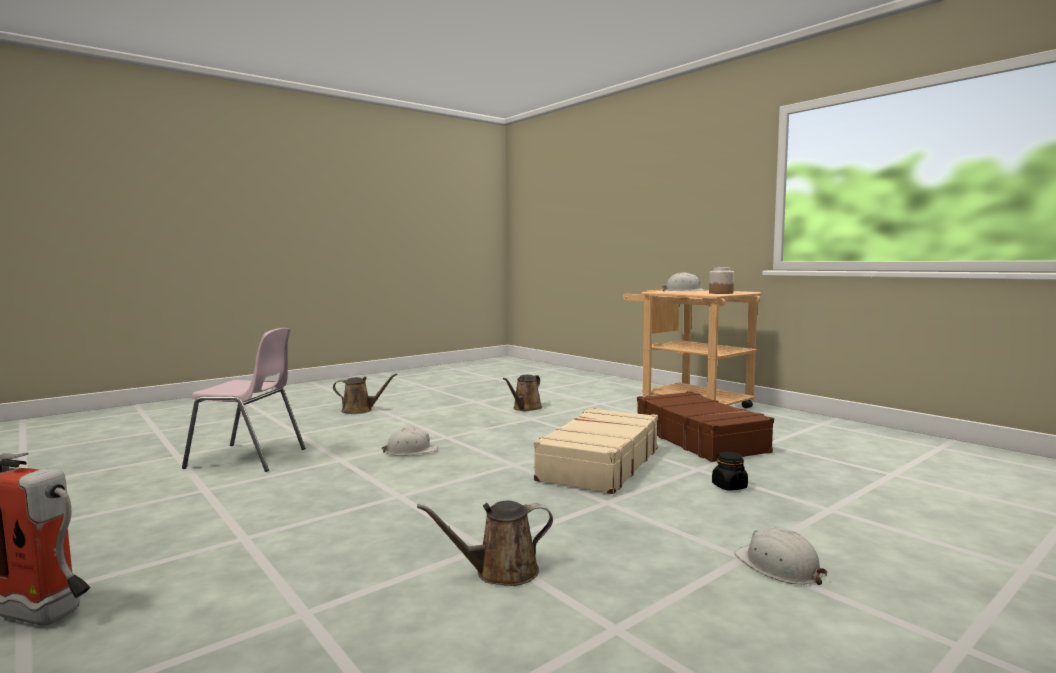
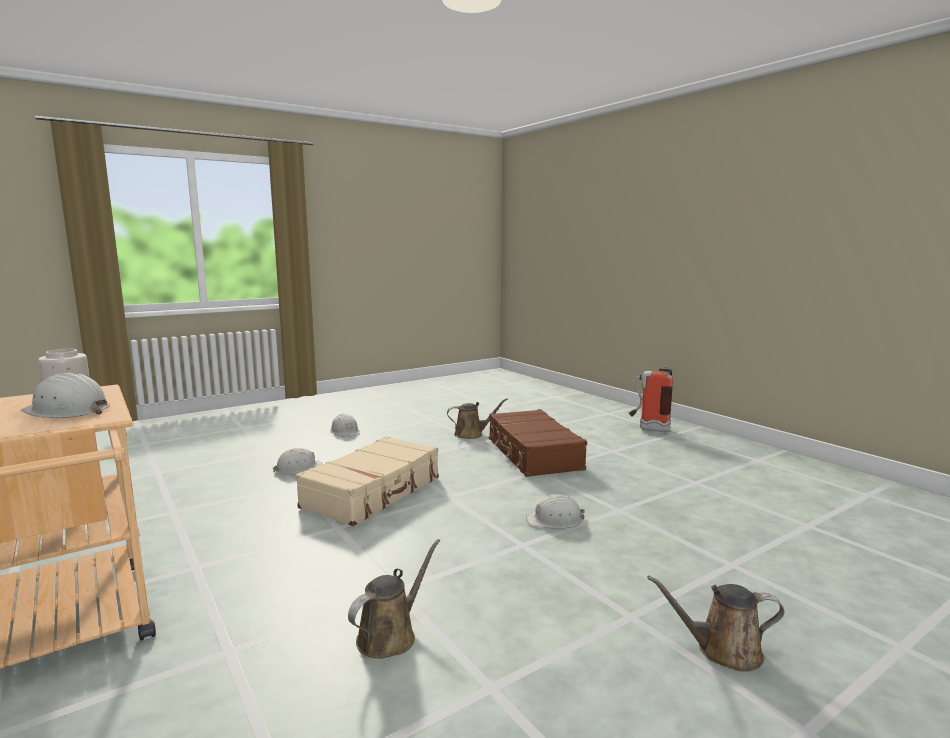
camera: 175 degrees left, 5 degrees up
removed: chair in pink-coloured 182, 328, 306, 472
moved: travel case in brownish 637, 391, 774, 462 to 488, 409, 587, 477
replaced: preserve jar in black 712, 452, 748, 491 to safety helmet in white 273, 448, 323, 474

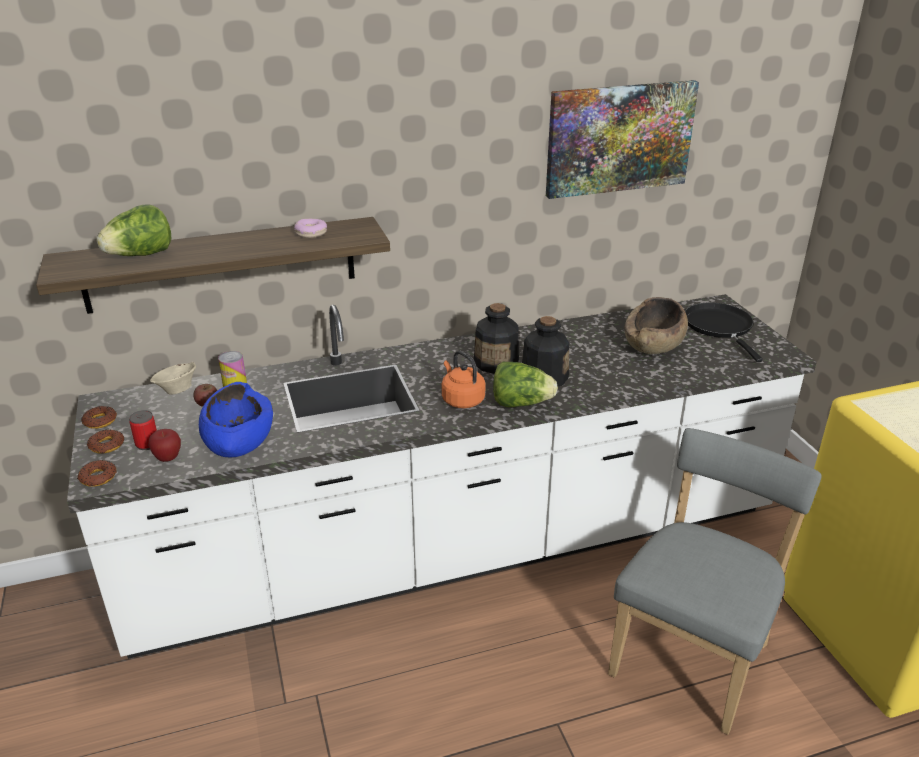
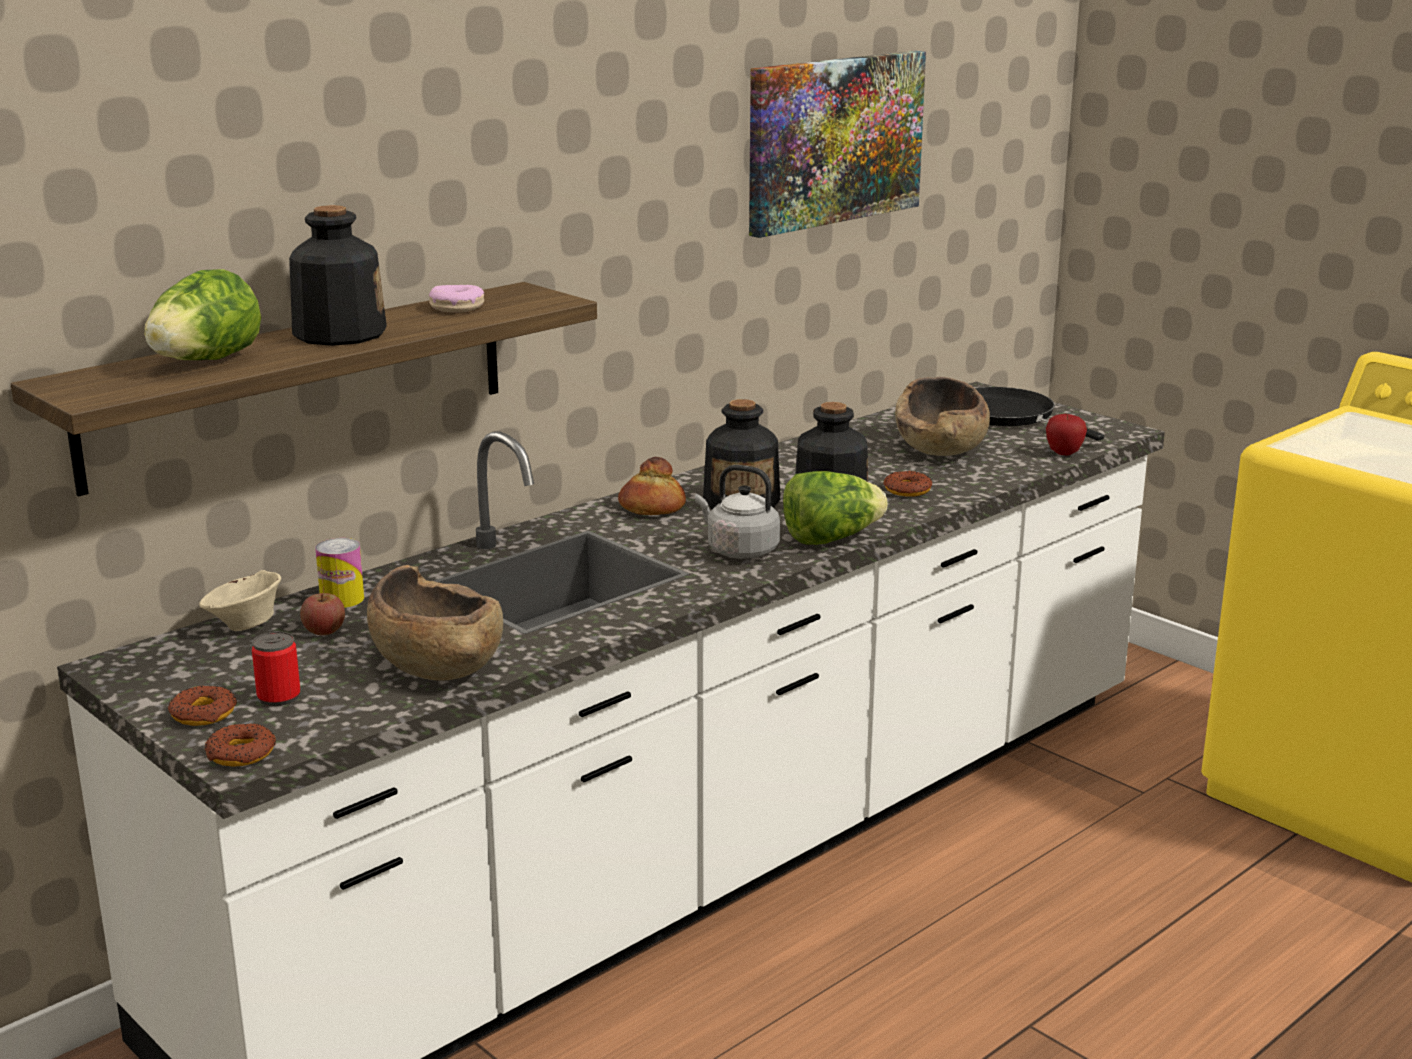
camera: 25 degrees left, 10 degrees down
removed: chair in gray 608, 428, 821, 735
added: bottle 289, 205, 387, 346; baked bread 618, 457, 686, 515
moved: donut 81, 406, 117, 429 to 883, 470, 932, 496; apple 148, 429, 181, 462 to 1046, 414, 1087, 455
recoloured: serving bowl in blue 199, 382, 273, 458 to serving bowl in brownish 367, 565, 503, 681; tea kettle in orange 442, 351, 486, 408 to tea kettle in gray 695, 465, 780, 559

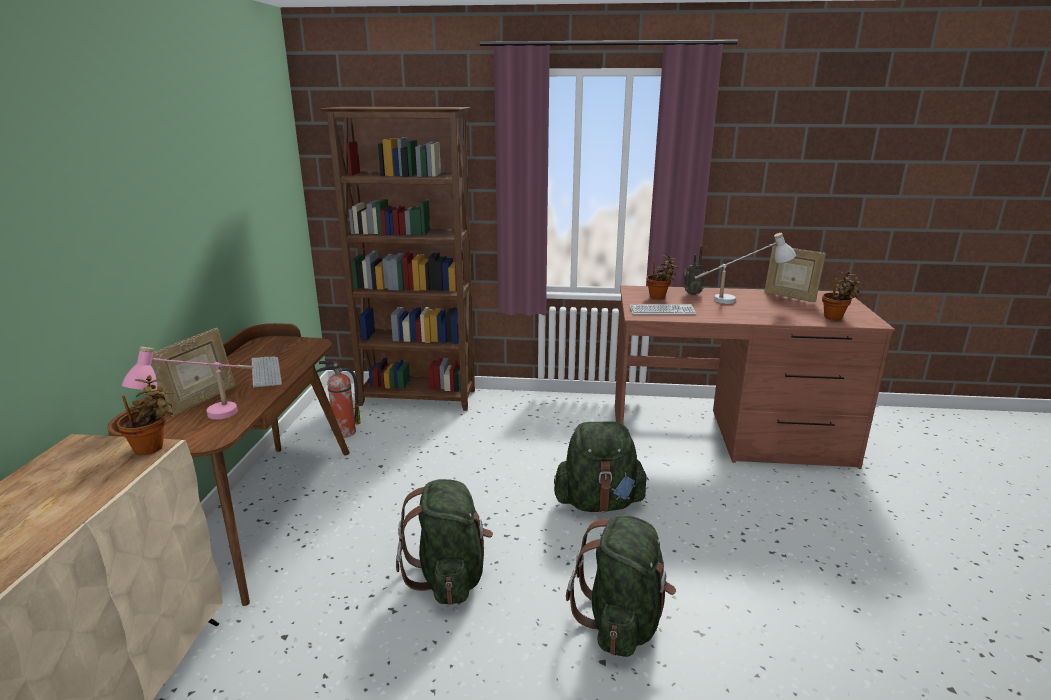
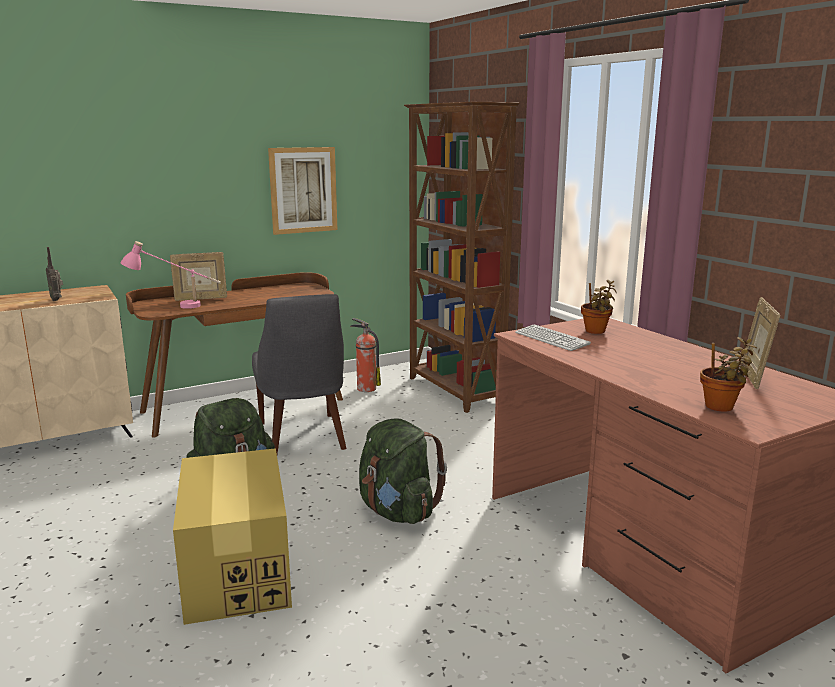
camera: 55 degrees right, 5 degrees down
removed: plant in a pot 117, 375, 174, 455; computer keyboard 252, 356, 282, 387; tabletop lamp in white 695, 233, 796, 304
added: chair in gray 252, 294, 346, 454; picture 268, 147, 338, 235
moved: radio set 683, 245, 705, 295 to 46, 247, 63, 301
replaced: backpack in greenish 566, 515, 676, 657 to cardboard box 173, 448, 292, 625

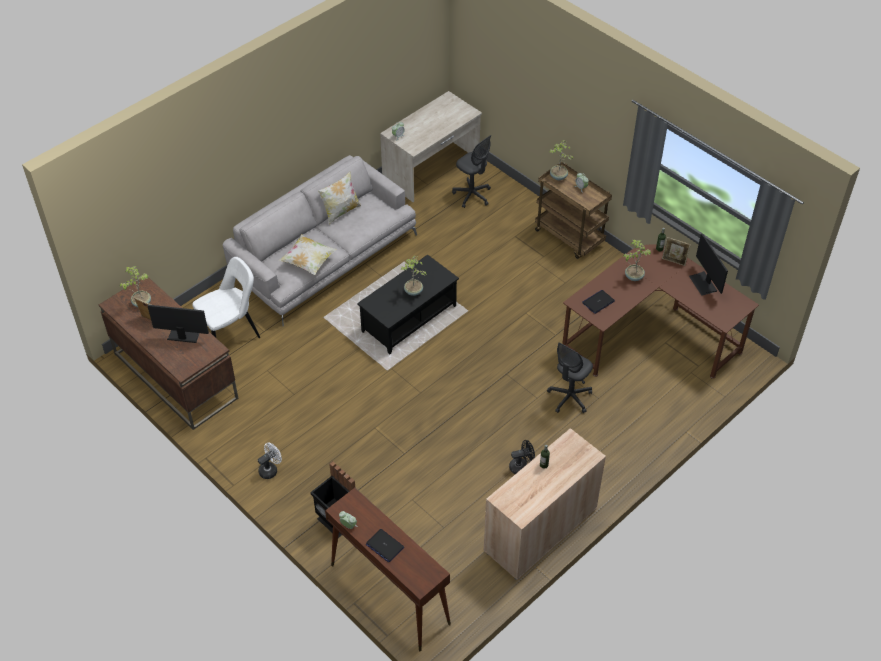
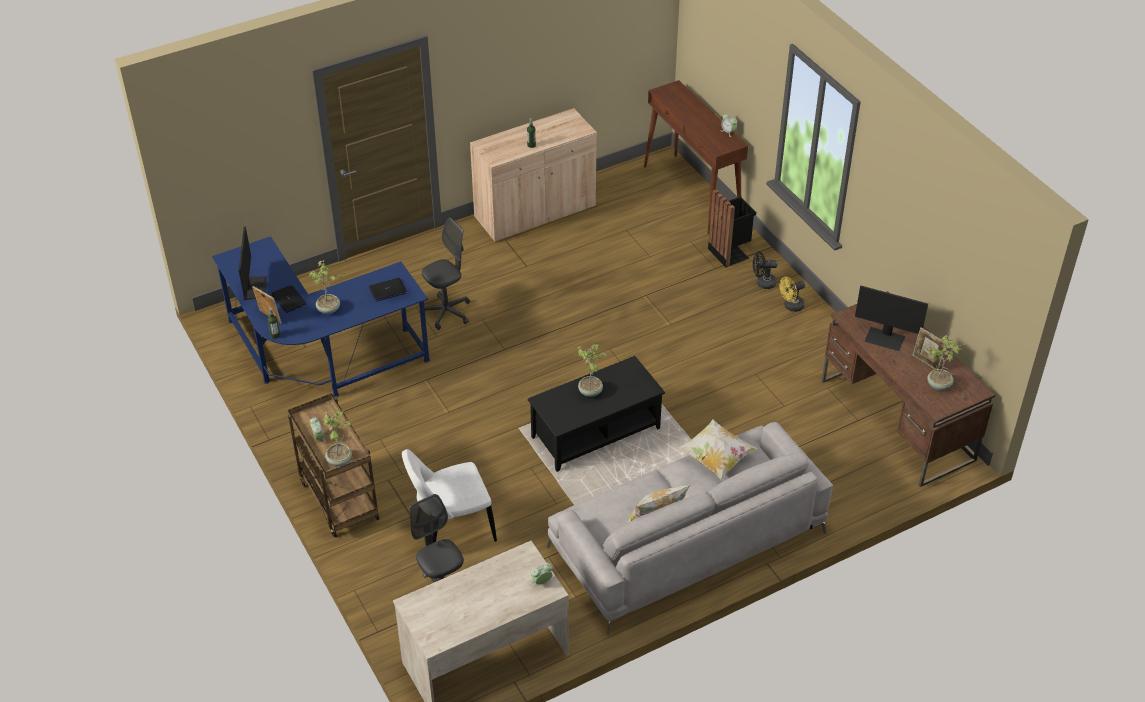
camera: 165 degrees left, 5 degrees down
moved: notebook computer 366, 529, 404, 562 to 271, 285, 307, 313; chair in white 192, 257, 260, 338 to 402, 449, 497, 543; cooling fan in black 509, 440, 535, 474 to 753, 251, 777, 289
recoloured: desk in brownish 562, 244, 759, 379 to desk in blue 212, 236, 430, 397; cooling fan in white 258, 442, 282, 479 to cooling fan in yellow-coloured 779, 277, 805, 312

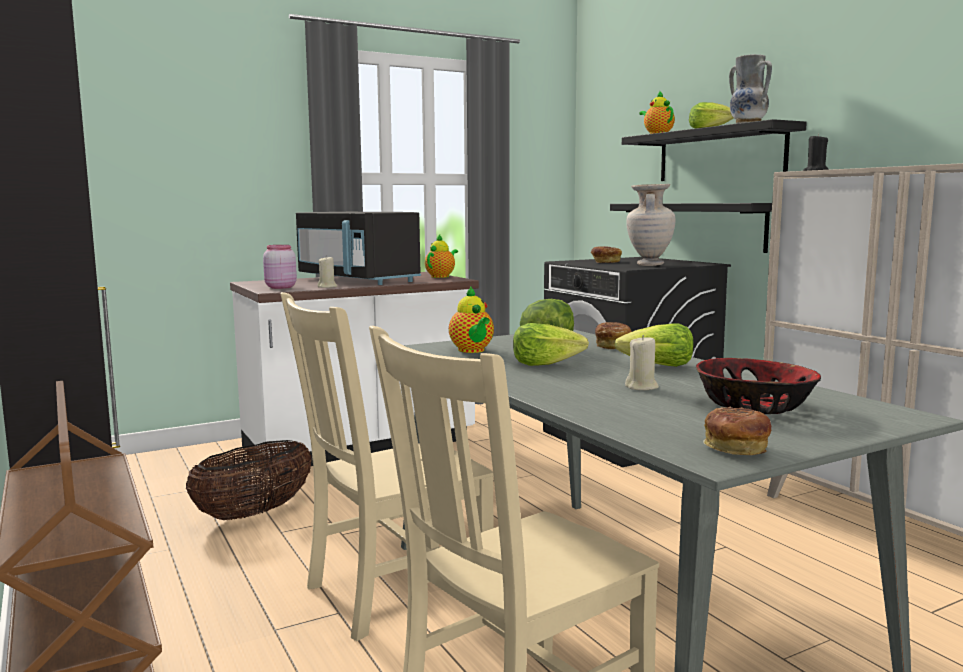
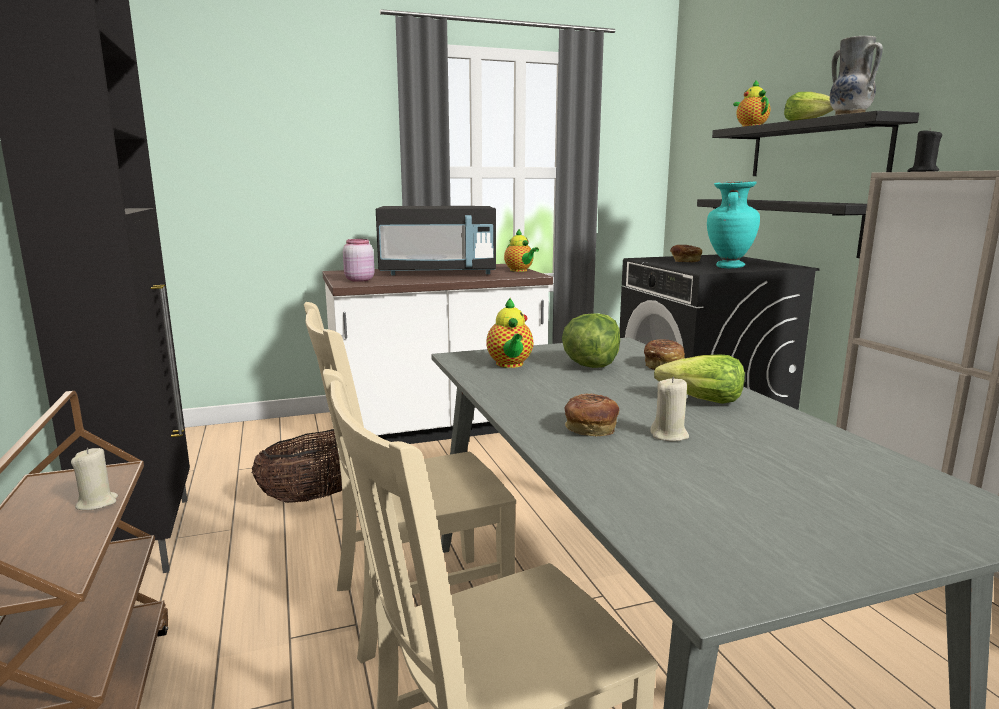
camera: 10 degrees right, 5 degrees up
removed: head of lettuce 513, 323, 589, 366; serving bowl 696, 358, 821, 414
moved: wax light in sand-coloured 317, 257, 337, 288 to 71, 448, 118, 510; baked bread 703, 406, 771, 455 to 565, 393, 619, 436
recoloured: decorative vase in sand-coloured 626, 184, 675, 266 to decorative vase in turquoise 707, 181, 760, 268
turned: microwave oven in black 296, 212, 421, 285 = 376, 206, 496, 275 60 degrees counterclockwise; teapot 425, 235, 458, 278 = 504, 229, 539, 272 105 degrees clockwise

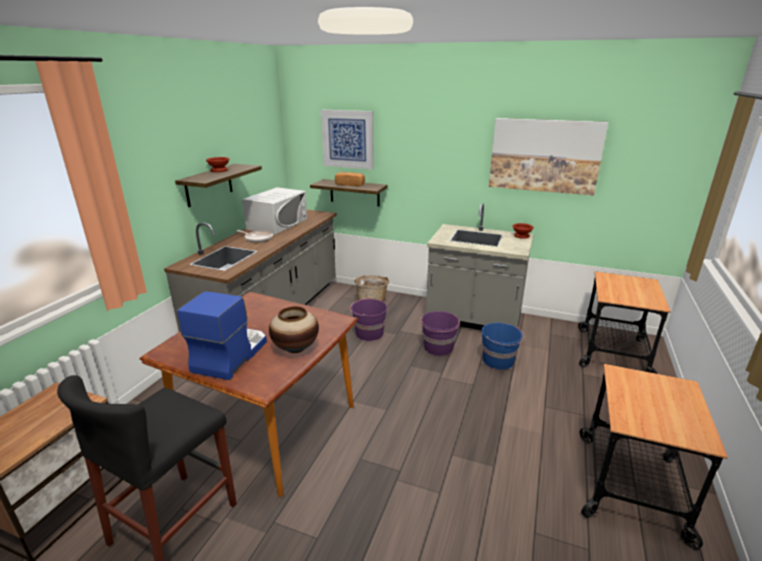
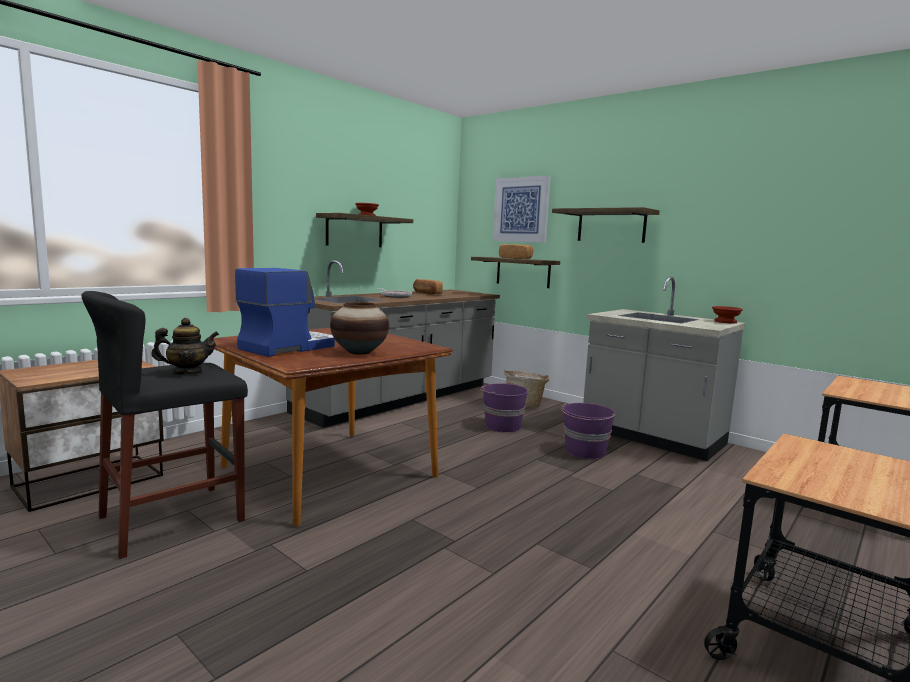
camera: 20 degrees right, 15 degrees down
removed: water bucket in blue 481, 322, 524, 370; picture 489, 118, 608, 196
added: teapot 151, 318, 219, 374; shelf 552, 207, 660, 243
replaced: microwave oven in white 242, 187, 307, 235 to baked bread 413, 279, 443, 295

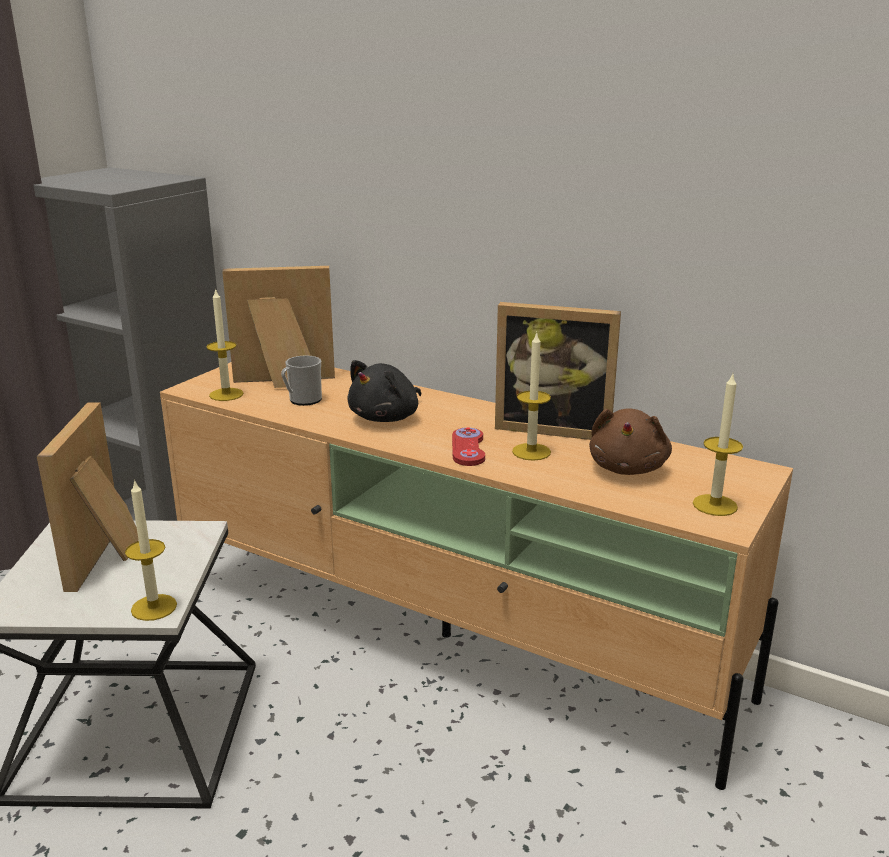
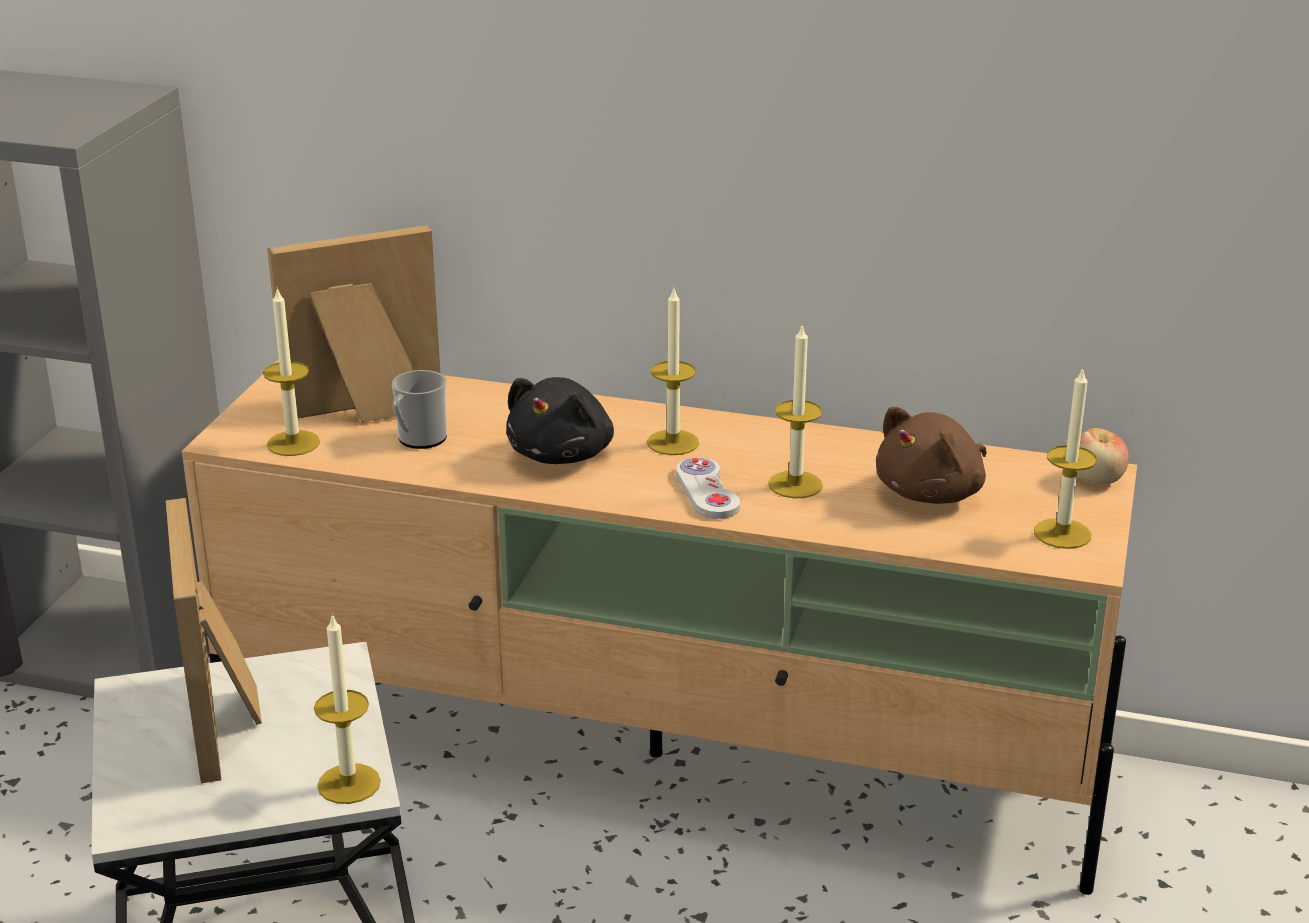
camera: 15 degrees left, 5 degrees up
removed: standing frame 495, 302, 621, 440
added: wax light 647, 289, 699, 455; apple 1077, 428, 1129, 484
recoloured: game controller in reddish 452, 427, 485, 466 to game controller in white 676, 457, 741, 519
turned: cuddly toy in brownish 589, 408, 672, 475 = 876, 406, 987, 504 45 degrees clockwise

